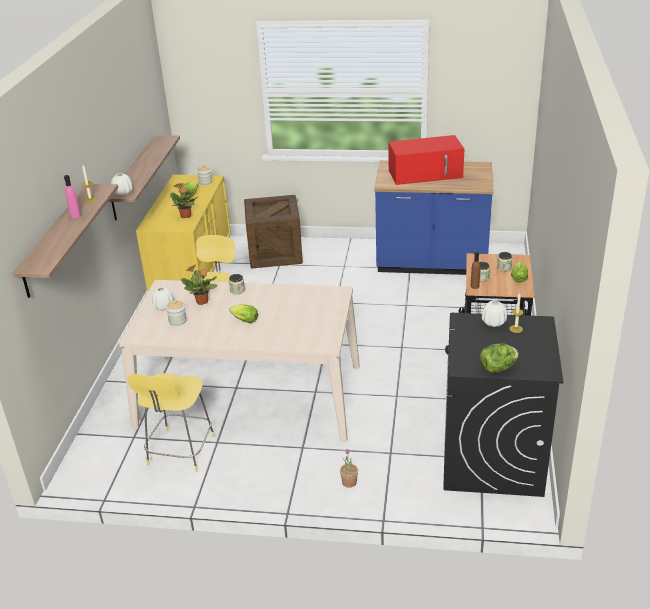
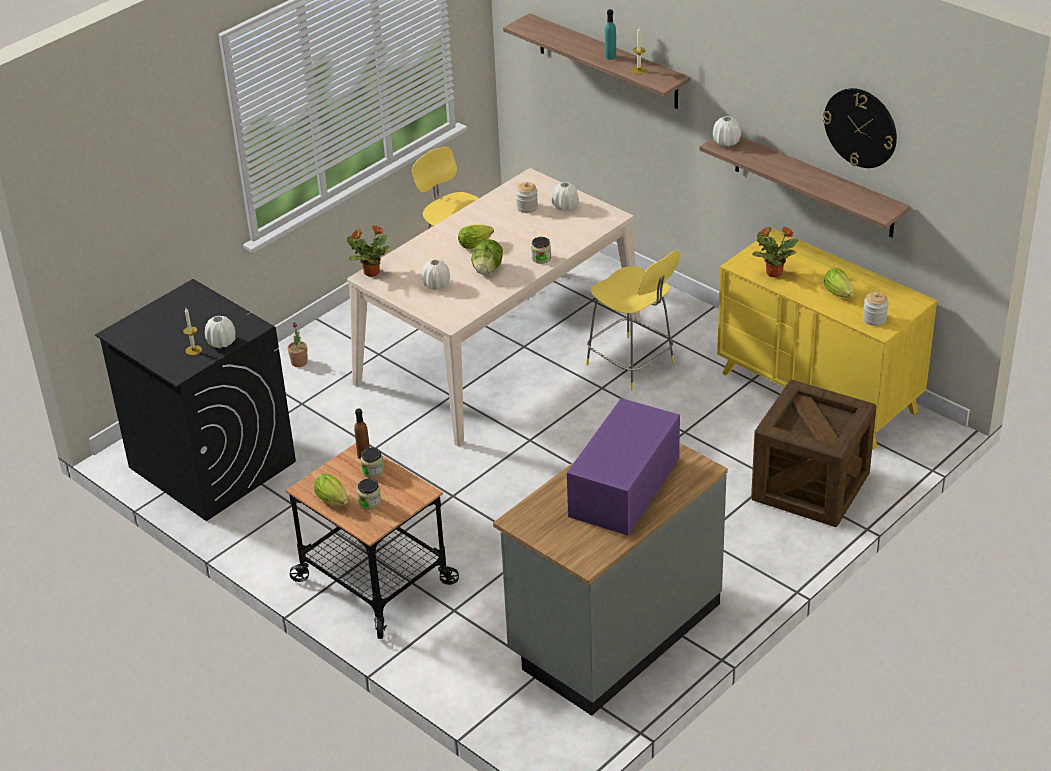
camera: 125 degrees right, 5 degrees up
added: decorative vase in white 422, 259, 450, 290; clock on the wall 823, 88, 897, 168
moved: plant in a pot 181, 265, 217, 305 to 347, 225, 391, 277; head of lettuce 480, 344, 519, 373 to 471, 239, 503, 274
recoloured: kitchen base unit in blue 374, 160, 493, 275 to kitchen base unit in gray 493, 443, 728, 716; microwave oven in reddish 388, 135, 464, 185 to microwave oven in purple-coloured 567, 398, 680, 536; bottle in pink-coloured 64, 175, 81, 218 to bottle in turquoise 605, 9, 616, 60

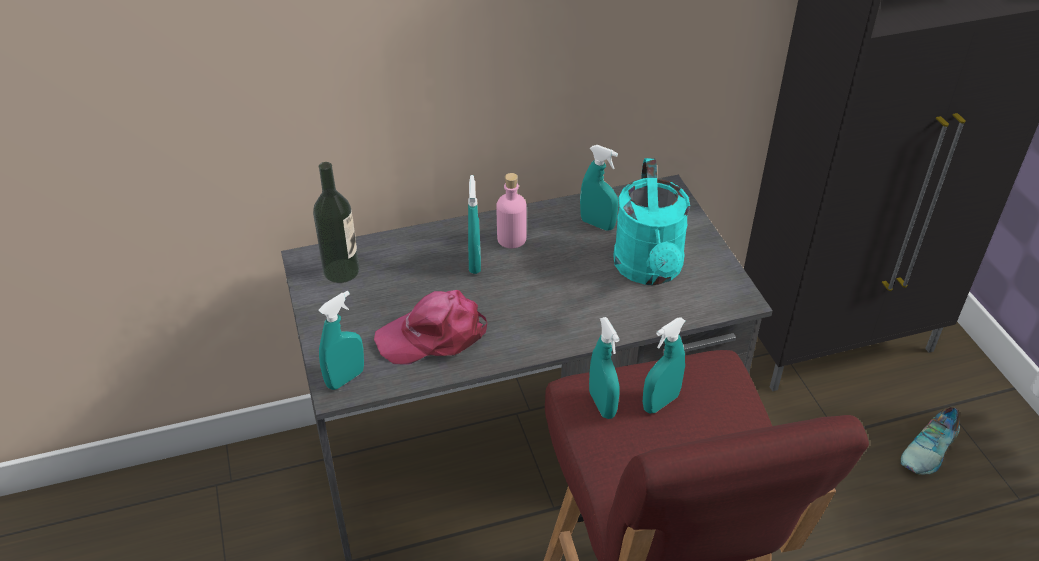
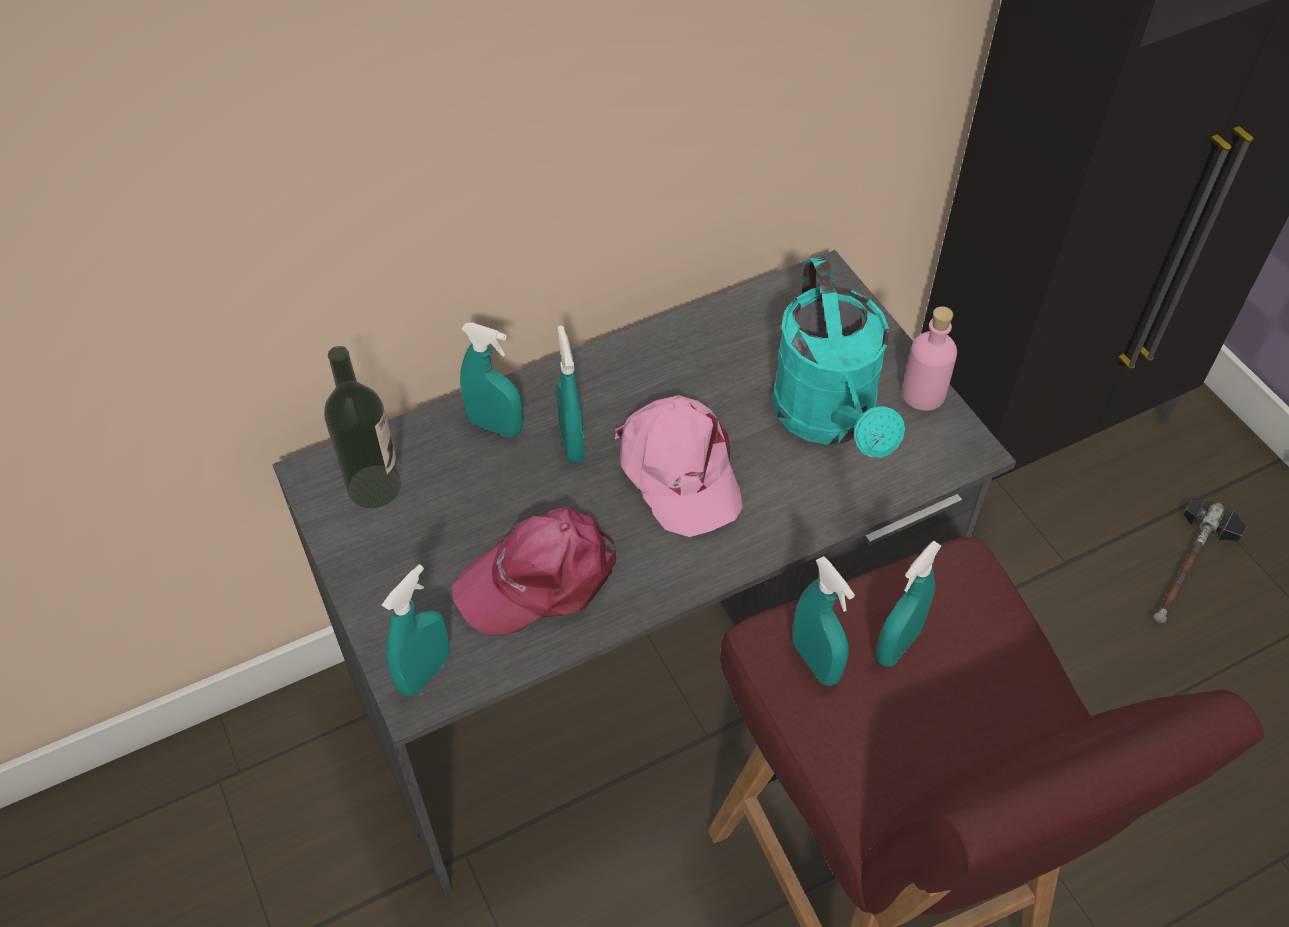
camera: 10 degrees left, 10 degrees up
added: cap in pink-coloured 615, 395, 743, 537
moved: hand sprayer in turquoise 580, 145, 619, 231 to 460, 323, 523, 437; bottle in pink-coloured 497, 173, 527, 248 to 902, 306, 957, 411
replaced: low shoe 900, 407, 960, 475 to hand hammer 1154, 500, 1247, 623

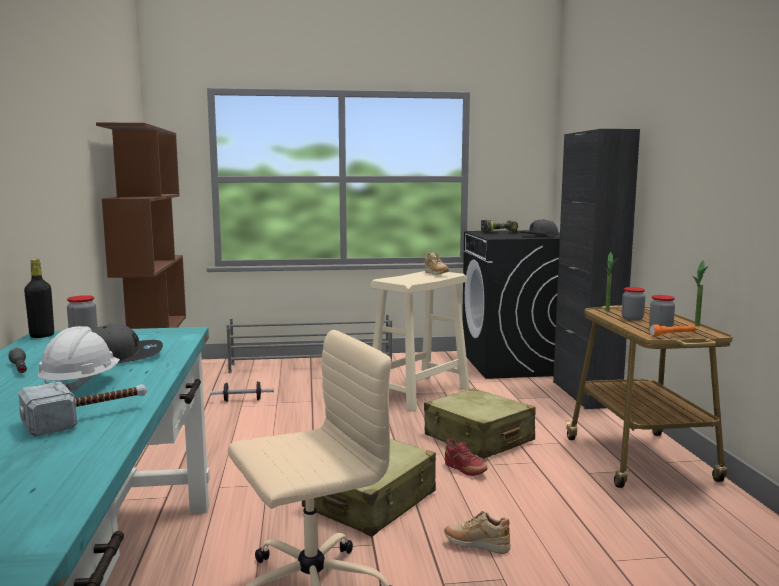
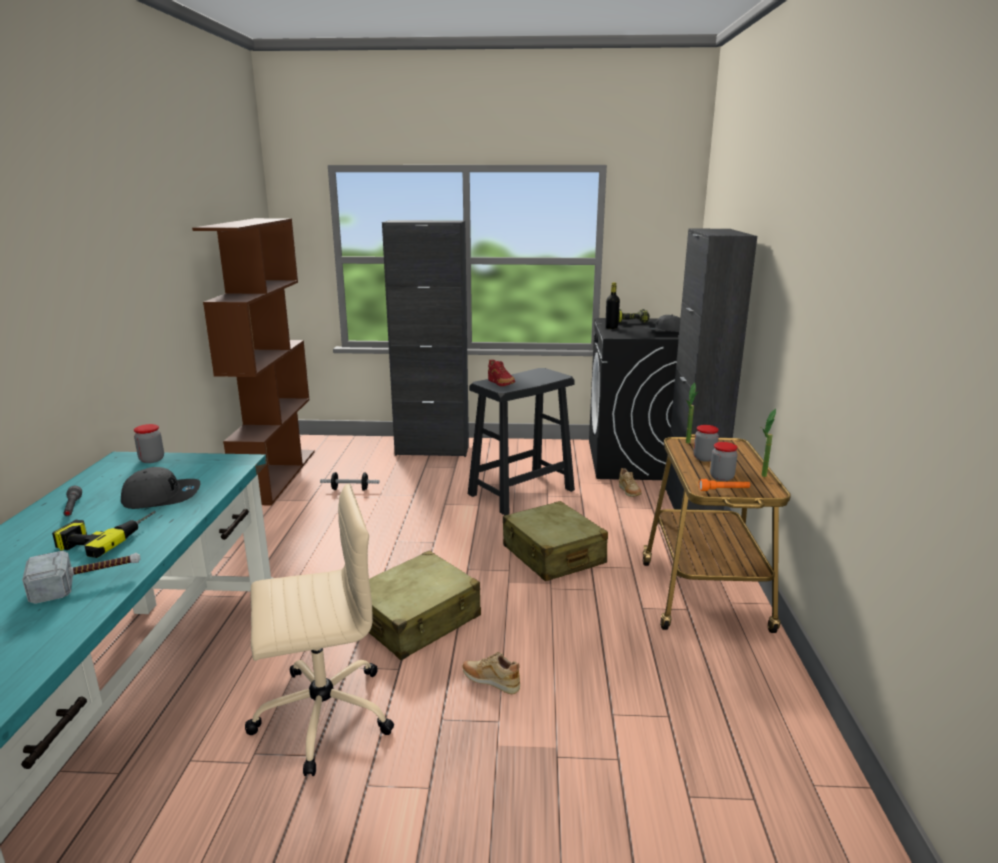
camera: 10 degrees right, 10 degrees up
moved: low shoe in reddish 445, 439, 488, 476 to 488, 360, 515, 386; bottle in black 24, 259, 54, 338 to 605, 282, 620, 329; low shoe in sand-coloured 425, 253, 449, 275 to 619, 468, 642, 497
replaced: safety helmet in white 38, 326, 120, 391 to electric drill 52, 511, 156, 558; shoe shelf in gray 227, 314, 392, 373 to cupboard in black 382, 220, 469, 457
recoloured: stool seat in sand-coloured 370, 271, 470, 411 to stool seat in black 468, 368, 575, 515

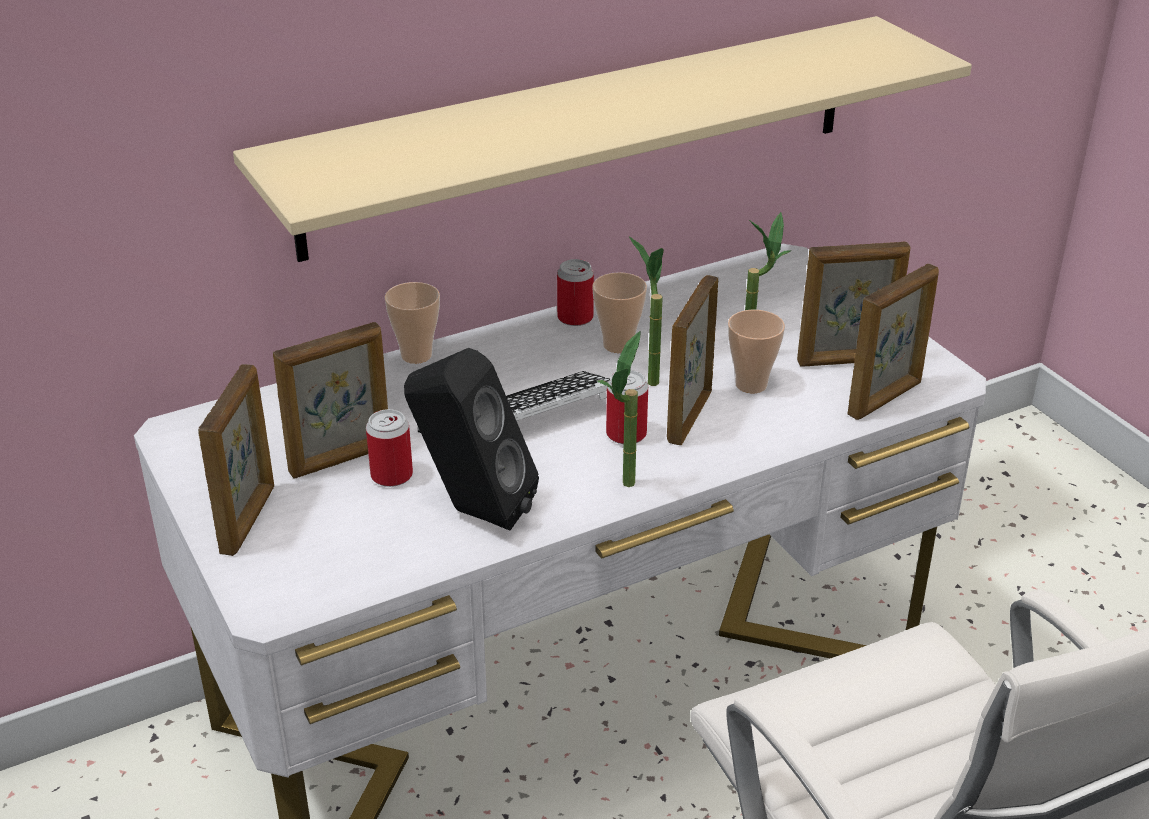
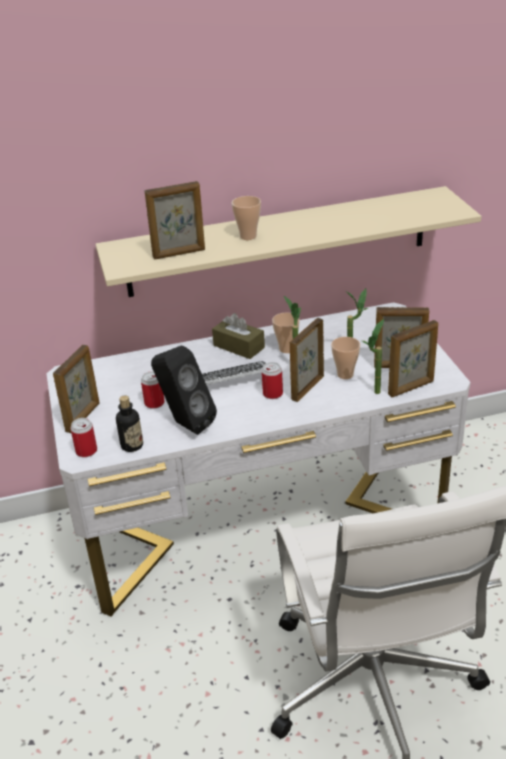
camera: 15 degrees right, 0 degrees up
added: bottle 116, 395, 143, 452; tissue holder in brownish 212, 313, 265, 359
moved: metal can 557, 259, 594, 326 to 70, 418, 97, 457; standing frame 273, 322, 388, 479 to 145, 181, 205, 260; small cup 385, 282, 440, 364 to 232, 196, 261, 240; plant in a pot 597, 331, 641, 487 to 362, 319, 384, 394

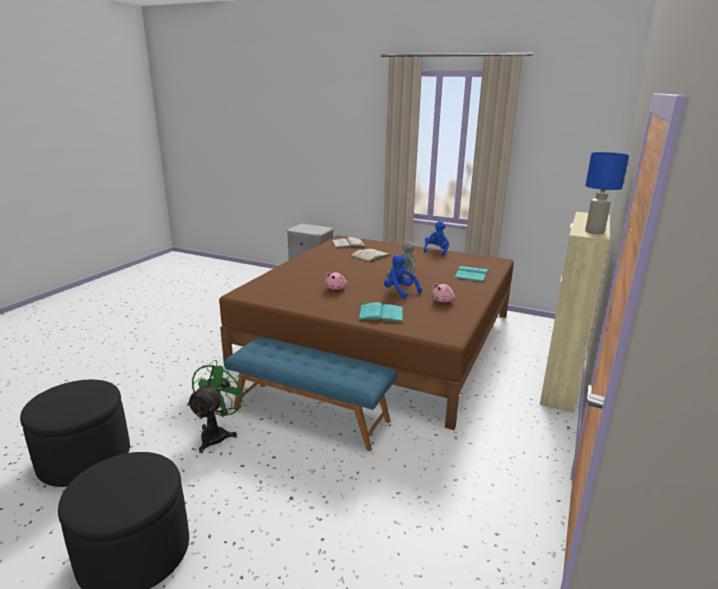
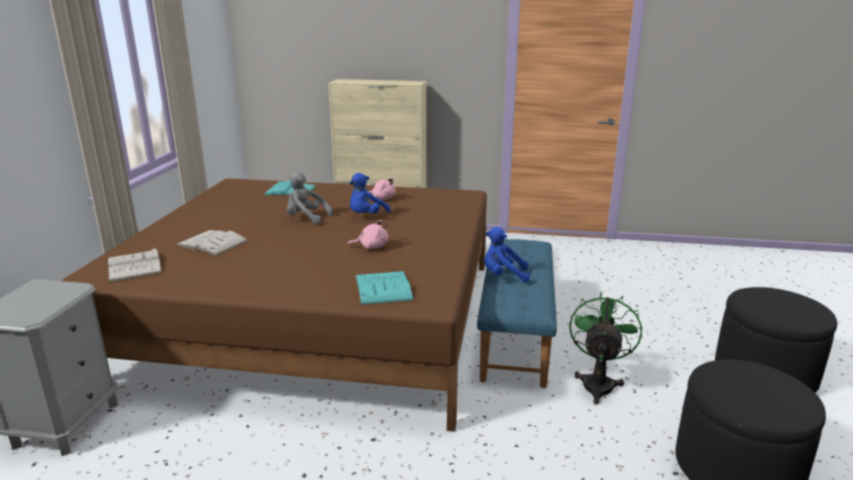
camera: 105 degrees left, 0 degrees up
removed: tabletop lamp in blue 585, 152, 629, 234
moved: bound book in turquoise 358, 302, 404, 323 to 355, 271, 414, 306; cuddly toy in blue 424, 221, 449, 256 to 484, 227, 530, 283
turned: cooling fan in greenish 187, 360, 248, 453 = 569, 292, 642, 405 105 degrees clockwise

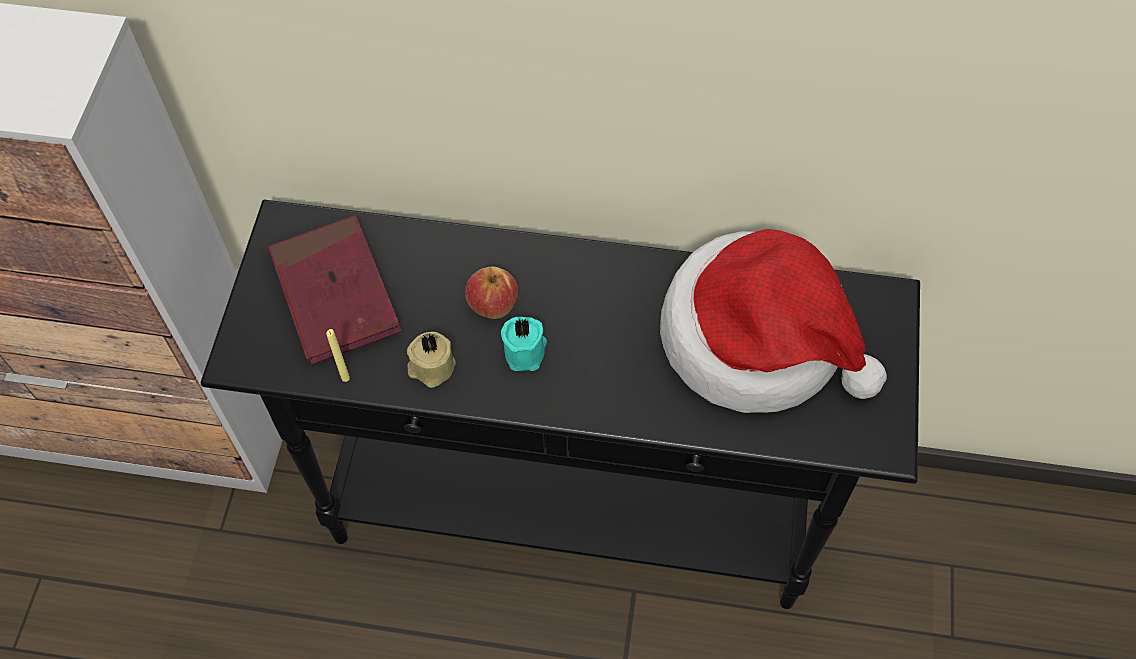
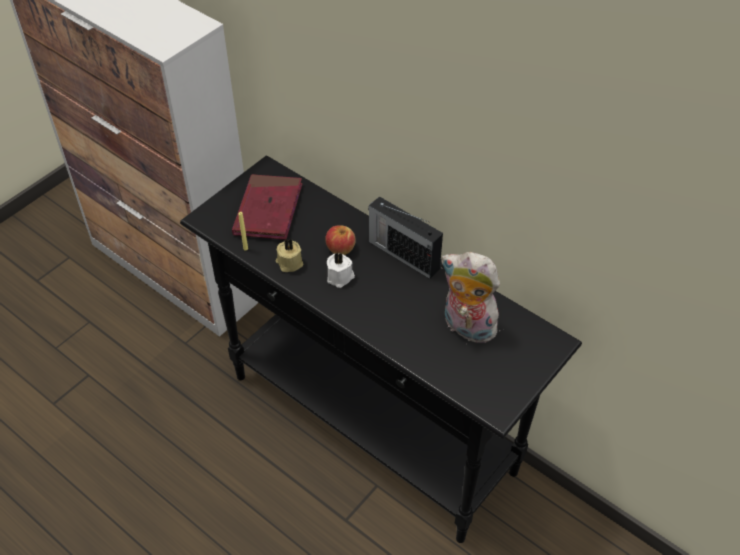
camera: 30 degrees right, 10 degrees down
added: radio set 368, 196, 443, 279
replaced: clothing hat 660, 229, 887, 413 to cuddly toy 441, 252, 500, 343
recoloured: wax light in turquoise 501, 317, 547, 371 to wax light in white 327, 252, 355, 288

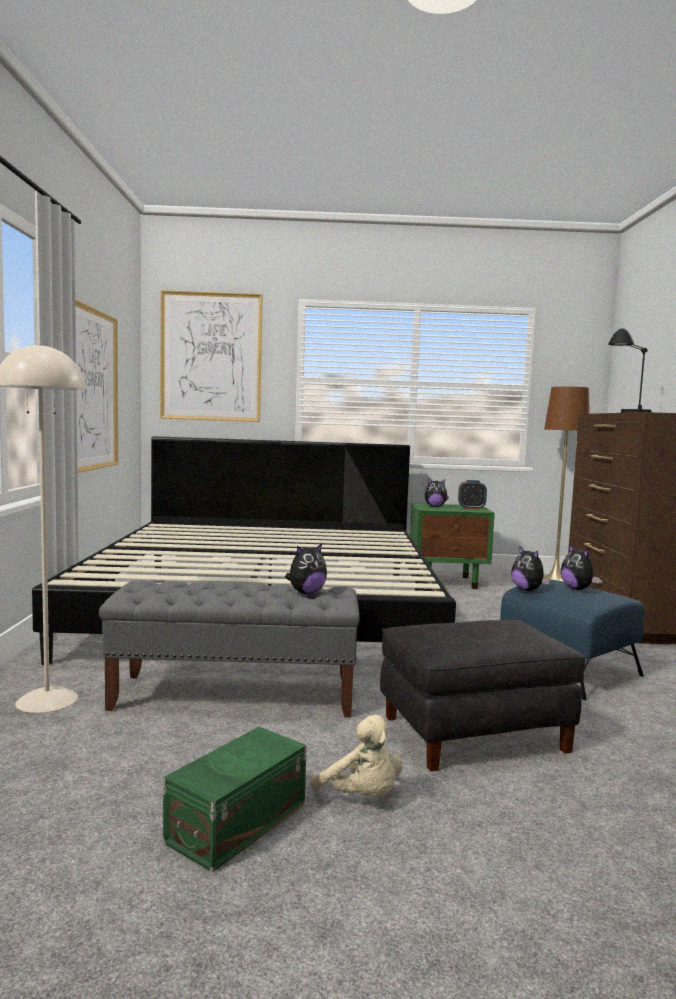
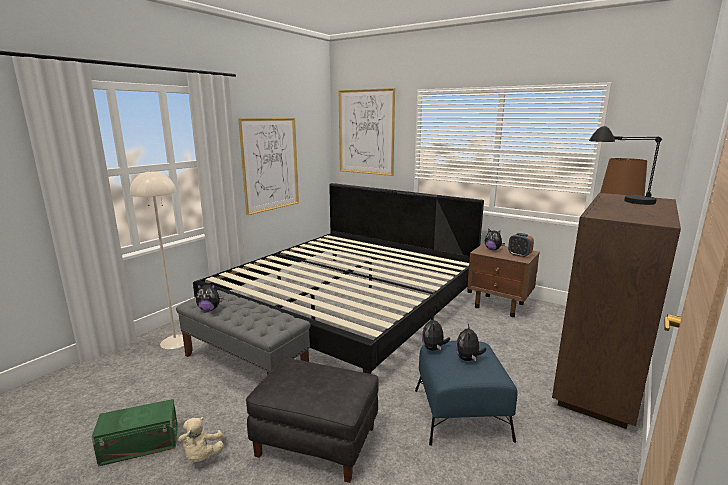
camera: 35 degrees right, 10 degrees up
moved: cuddly toy 285, 543, 327, 594 to 196, 284, 223, 311
recoloured: night table in greenish 410, 503, 495, 589 to night table in brownish 467, 243, 540, 317

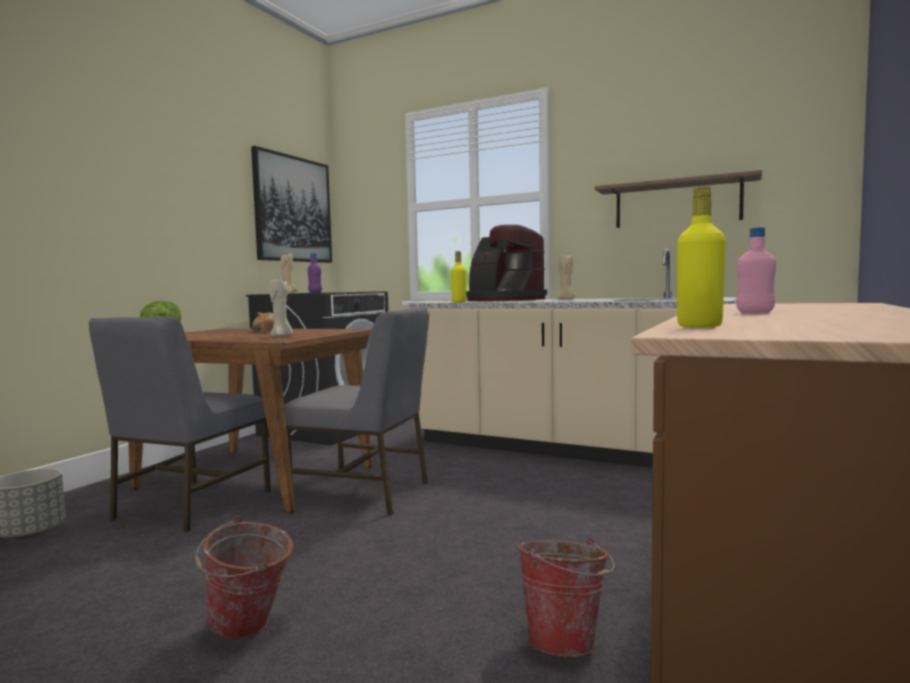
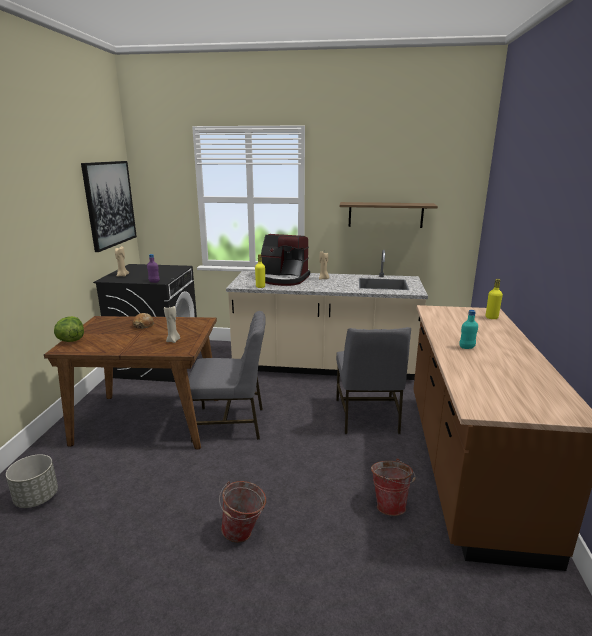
camera: 20 degrees left, 15 degrees up
moved: chair in gray 89, 316, 271, 533 to 336, 327, 411, 434; bottle in yellow-coloured 677, 186, 726, 327 to 486, 279, 503, 319
recoloured: bottle in pink-coloured 736, 227, 776, 314 to bottle in turquoise 459, 310, 478, 349

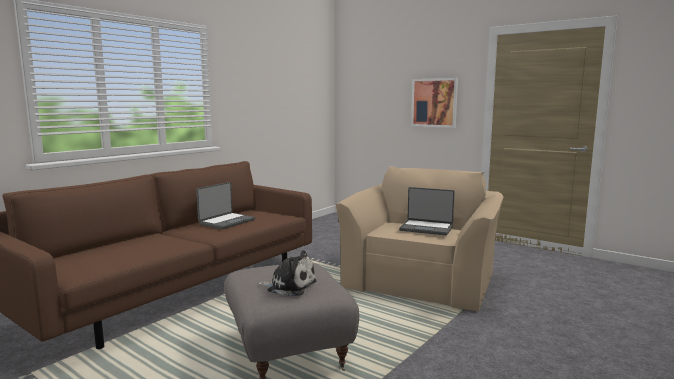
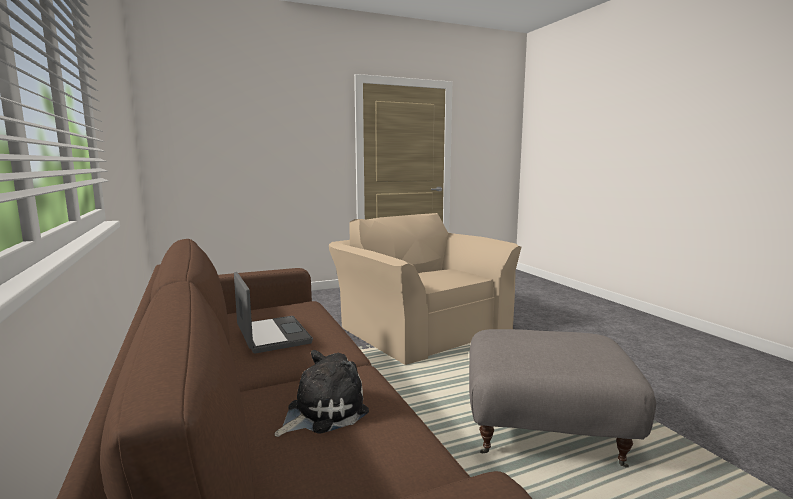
camera: 60 degrees left, 0 degrees up
removed: notebook computer 399, 187, 455, 236; picture 411, 78, 458, 128
moved: cuddly toy 257, 250, 317, 296 to 274, 350, 369, 437

